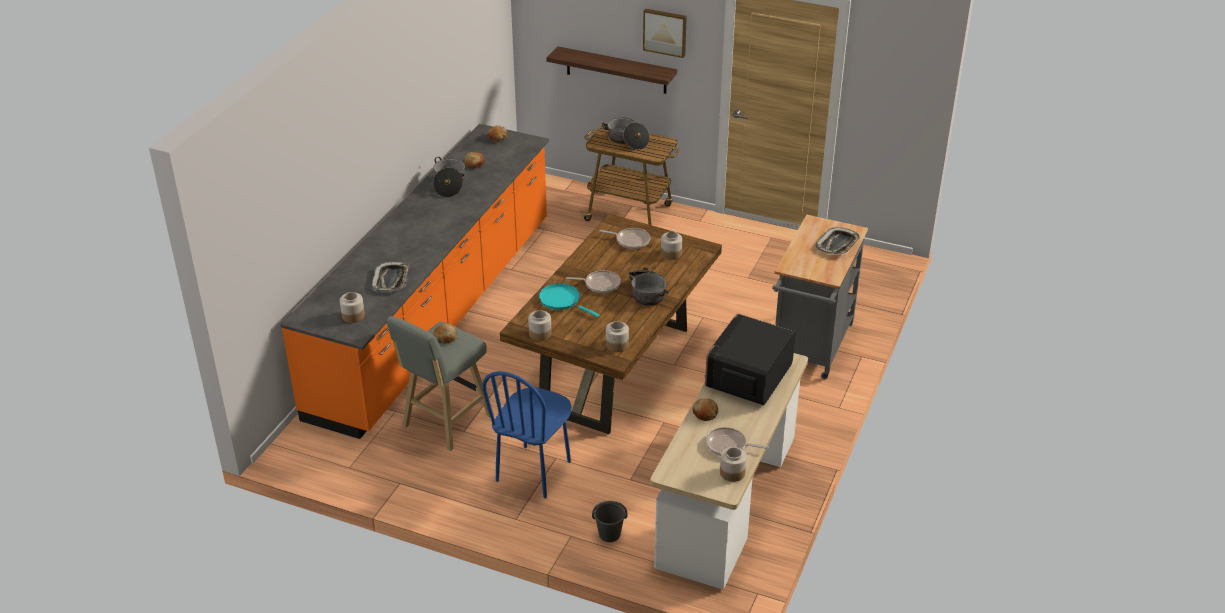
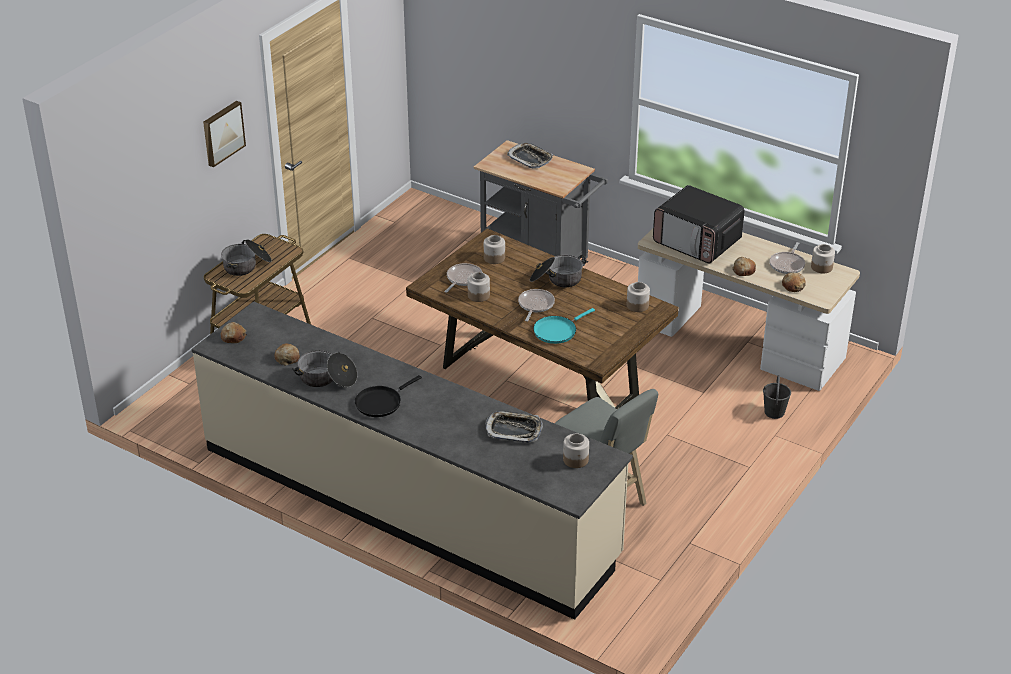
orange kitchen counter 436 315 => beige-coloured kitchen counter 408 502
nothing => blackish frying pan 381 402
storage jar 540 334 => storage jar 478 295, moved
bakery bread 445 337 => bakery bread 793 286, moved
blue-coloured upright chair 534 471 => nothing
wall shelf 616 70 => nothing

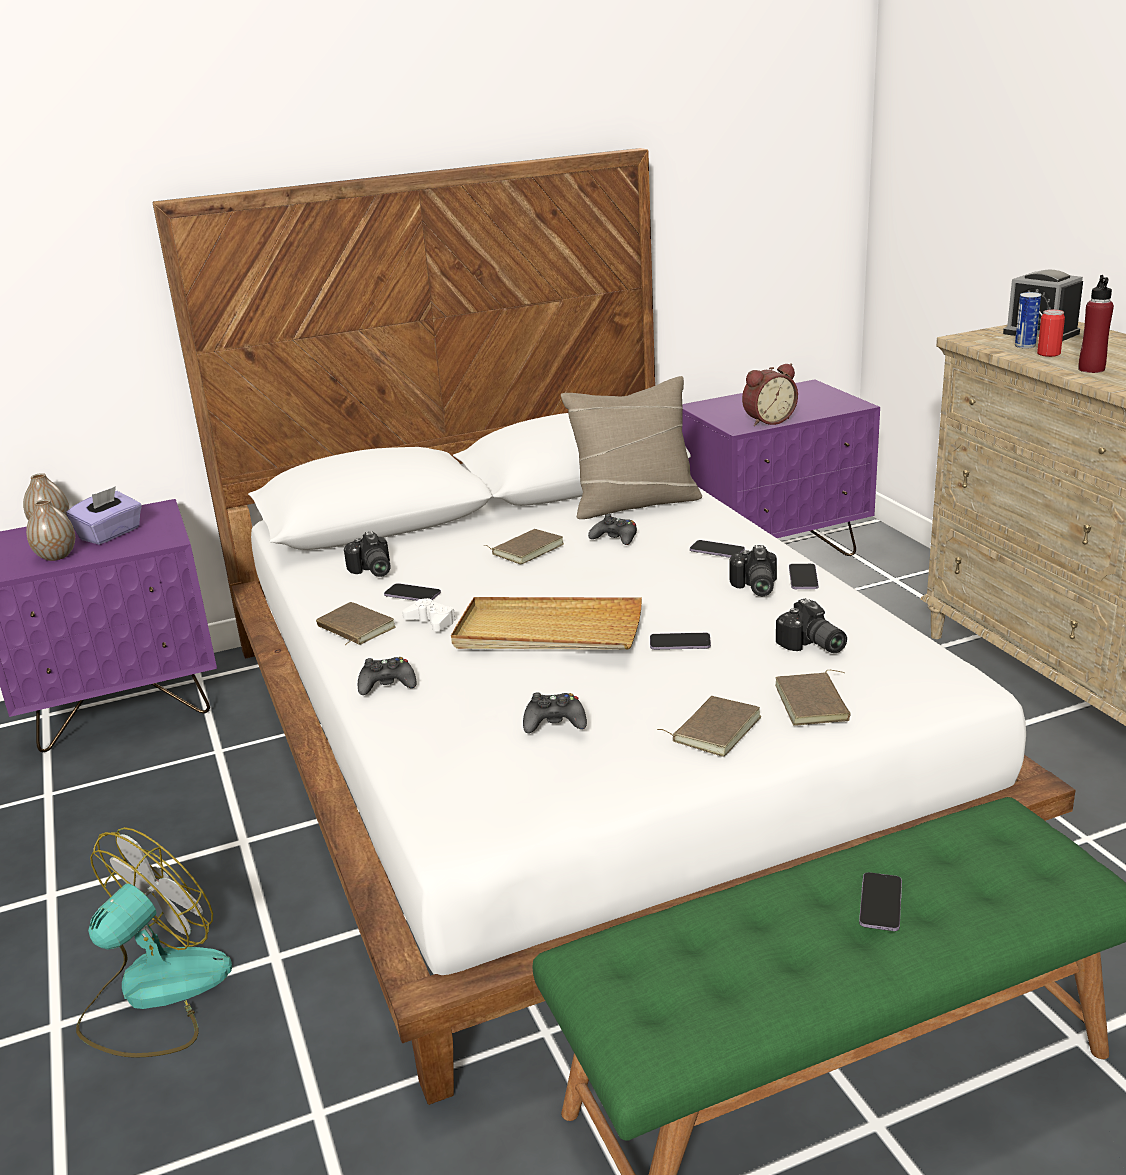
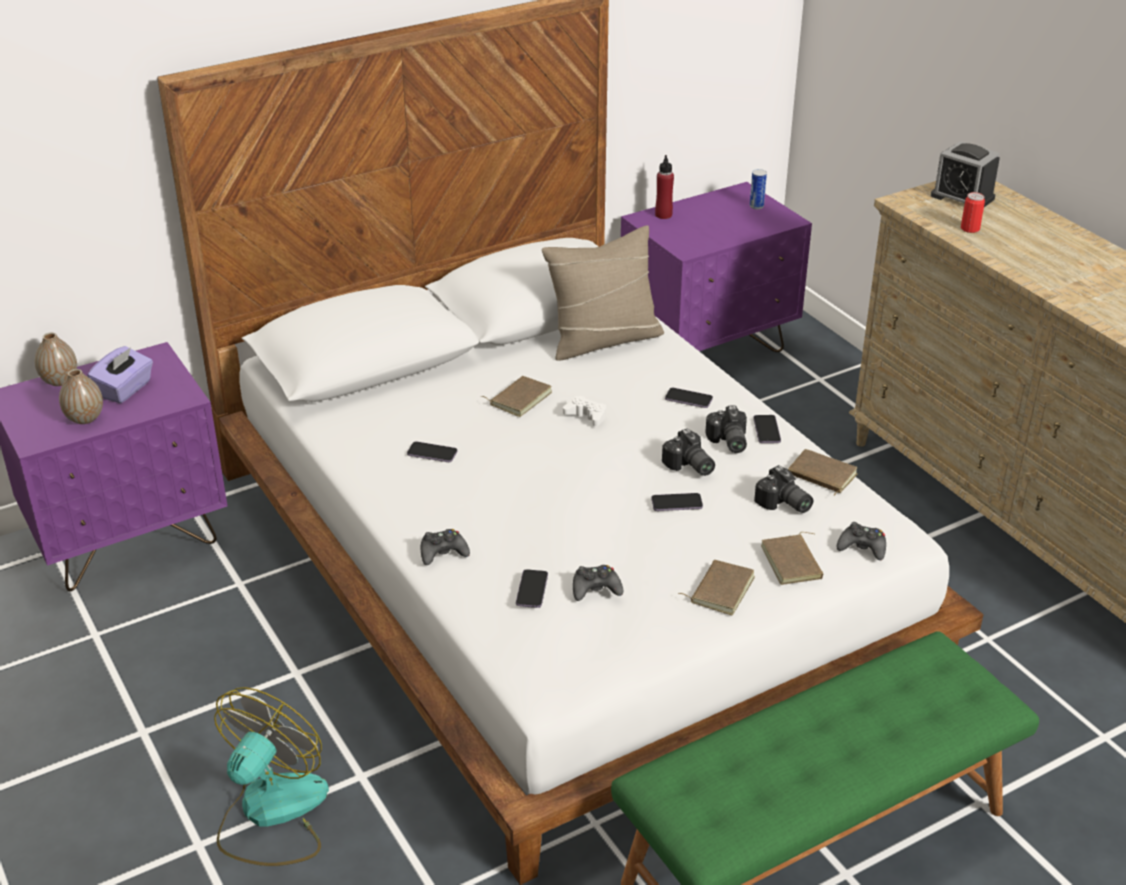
handset 880 904 => handset 532 590, moved
white-coloured joypad 431 621 => white-coloured joypad 586 415, moved
red-coloured beverage bottle 1091 369 => red-coloured beverage bottle 663 215, moved
photo camera 371 571 => photo camera 689 466, moved
metal can 1025 346 => metal can 756 206, moved
brown book 354 628 => brown book 821 475, moved
blackish joypad 615 538 => blackish joypad 862 547, moved
beige-coloured tray 547 632 => nothing
bedside clock 767 420 => nothing

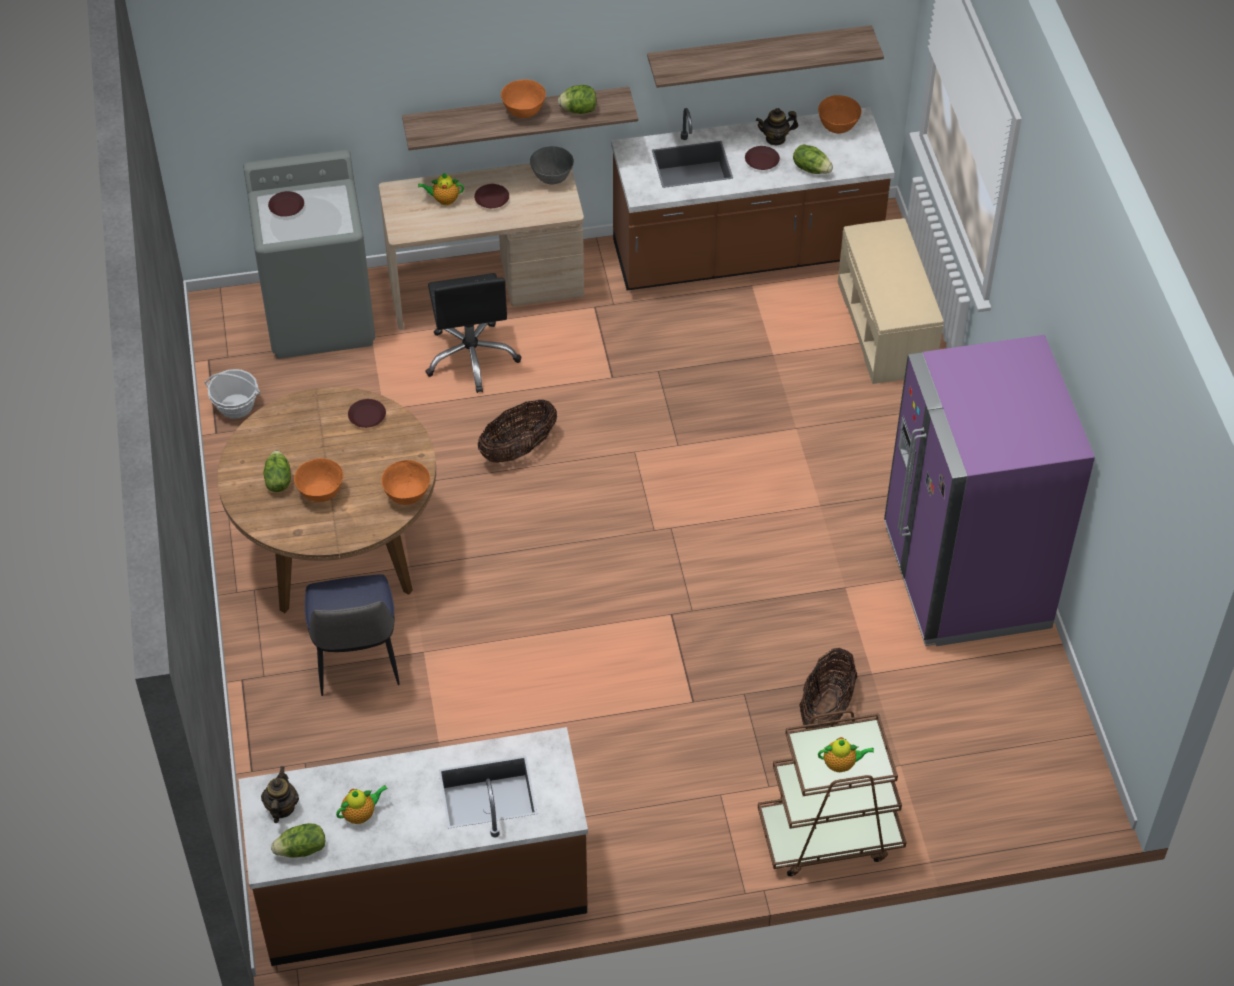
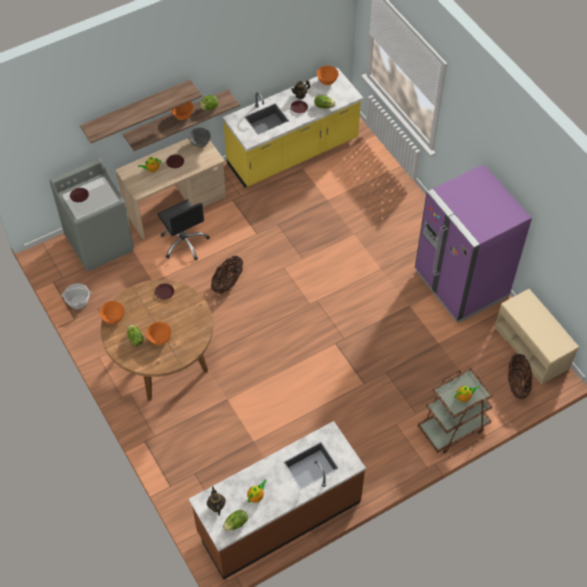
wall shelf 759 54 => wall shelf 137 109, moved
orange serving bowl 407 496 => orange serving bowl 113 318, moved
brown kitchen counter 746 254 => yellow kitchen counter 293 153
beige-coloured long seat 887 328 => beige-coloured long seat 532 348, moved
household basket 826 708 => household basket 517 384, moved
upright chair 356 661 => nothing

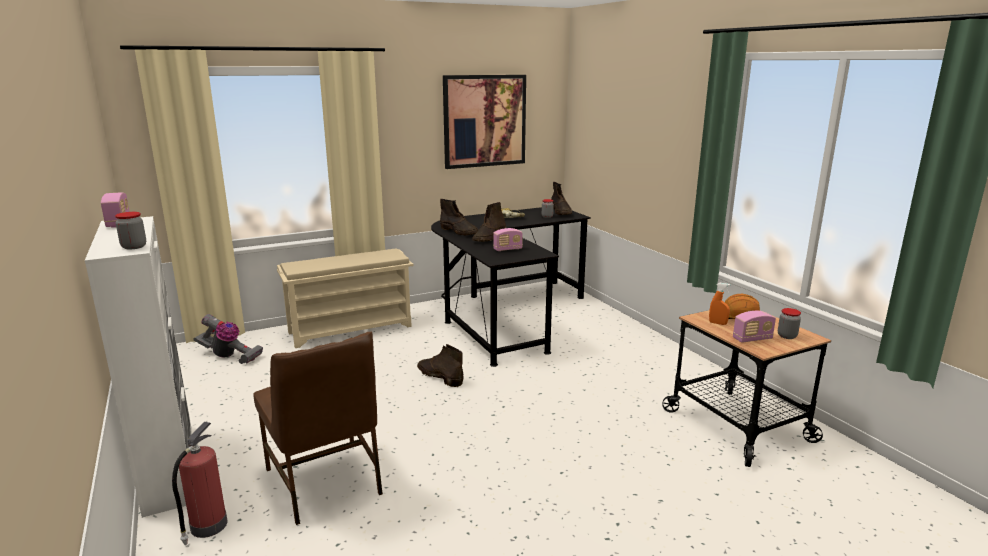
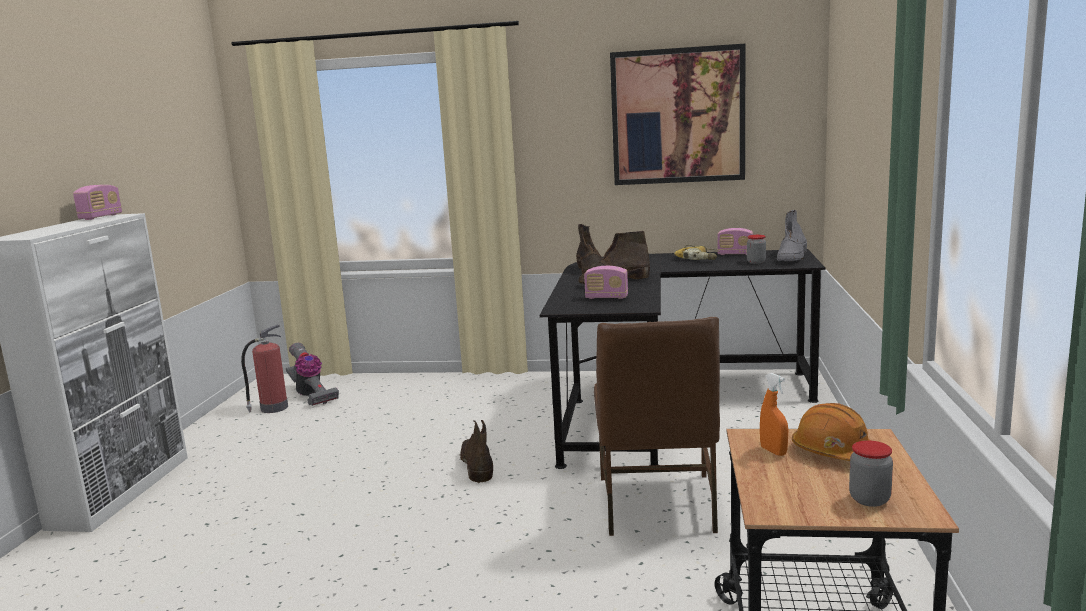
extinguisher 207 527 => extinguisher 272 408, moved
brown upright chair 325 482 => brown upright chair 657 505, moved
radio receiver 752 339 => radio receiver 735 254, moved
brown tall boot 561 212 => grey tall boot 792 257
storage jar 134 247 => nothing
beige-coloured shoe shelf 351 329 => nothing

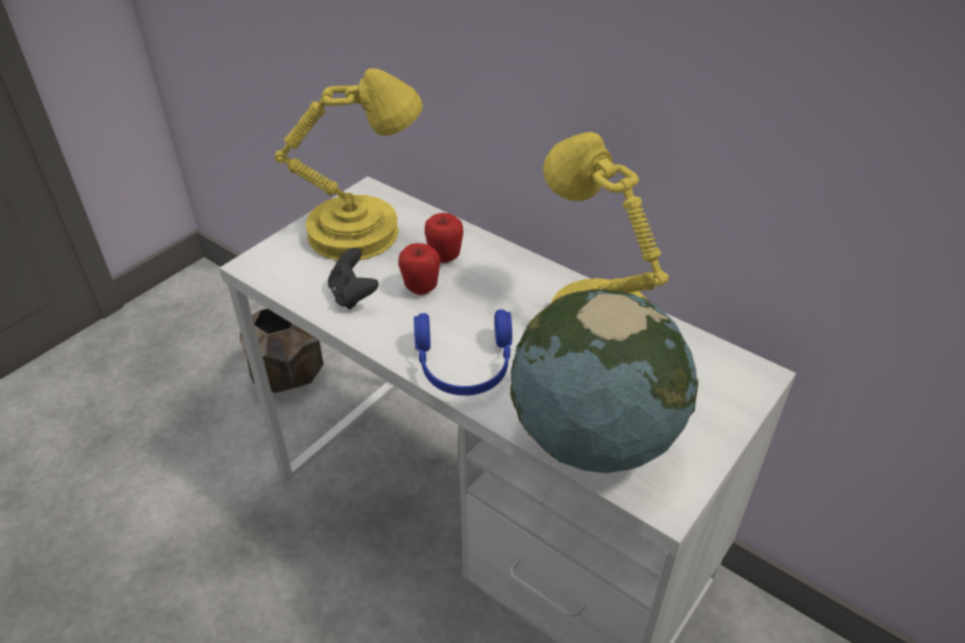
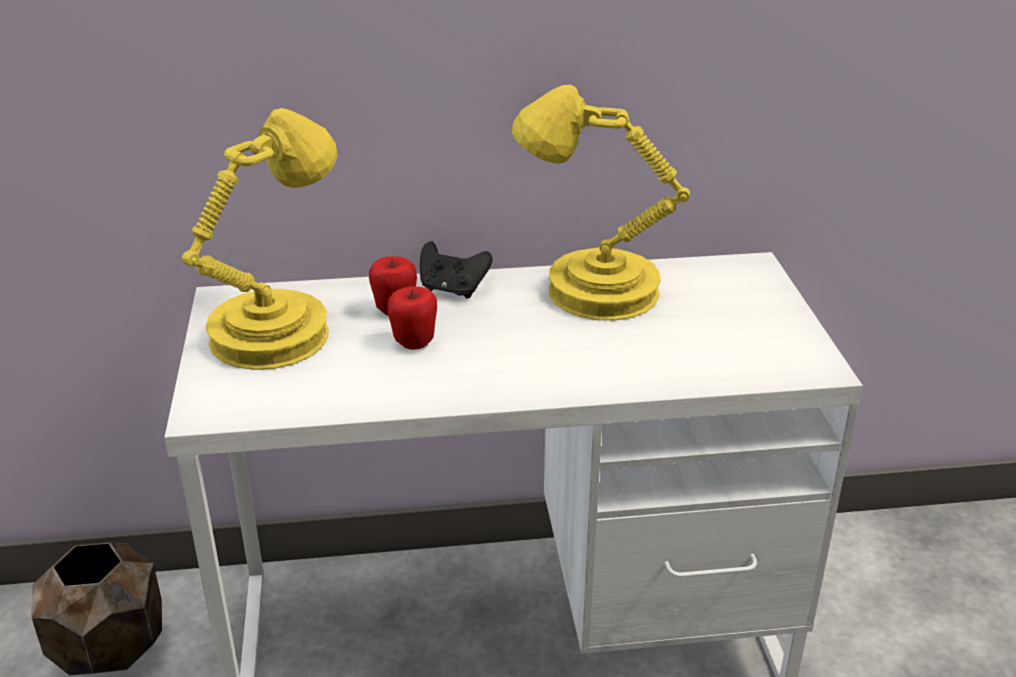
blackish joypad 353 295 => blackish joypad 452 289, moved
blue-coloured headset 464 366 => nothing
globe 593 438 => nothing

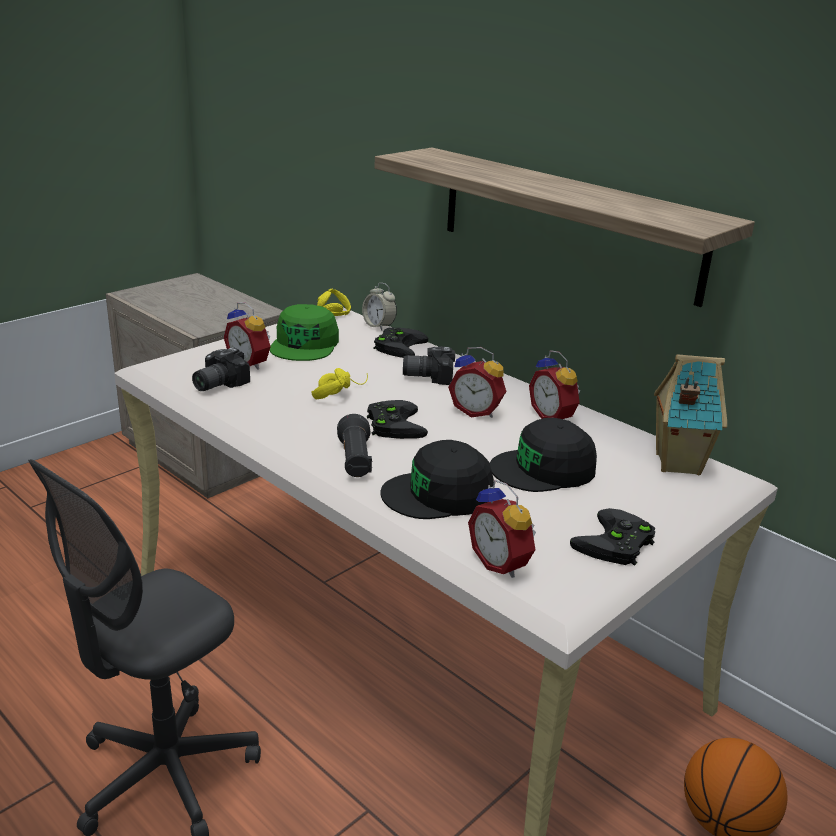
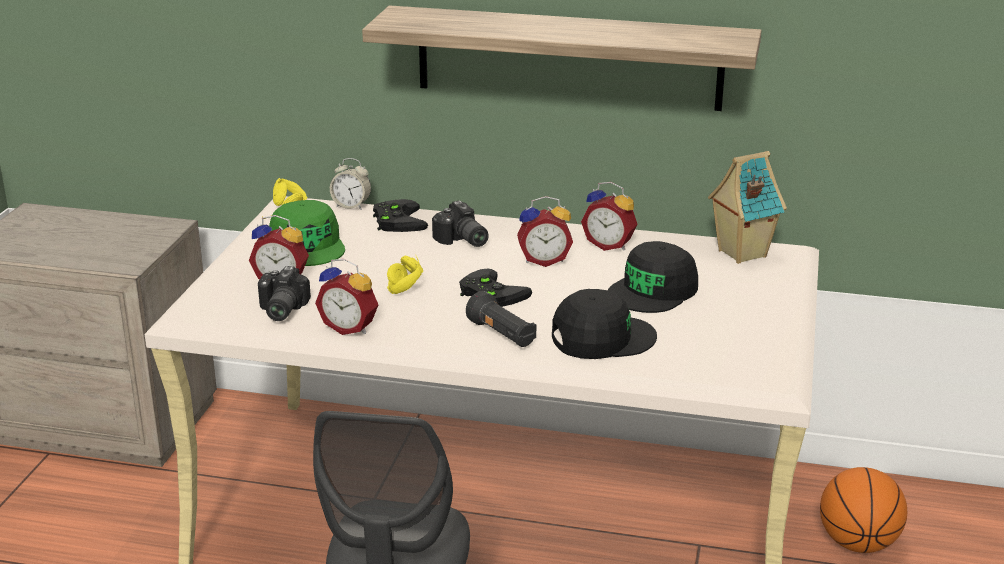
bedside clock 502 563 => bedside clock 350 327, moved
photo camera 428 376 => photo camera 461 241, 90 degrees counterclockwise
blackish cap 439 494 => blackish cap 601 338, 150 degrees counterclockwise
blackish joypad 615 545 => nothing

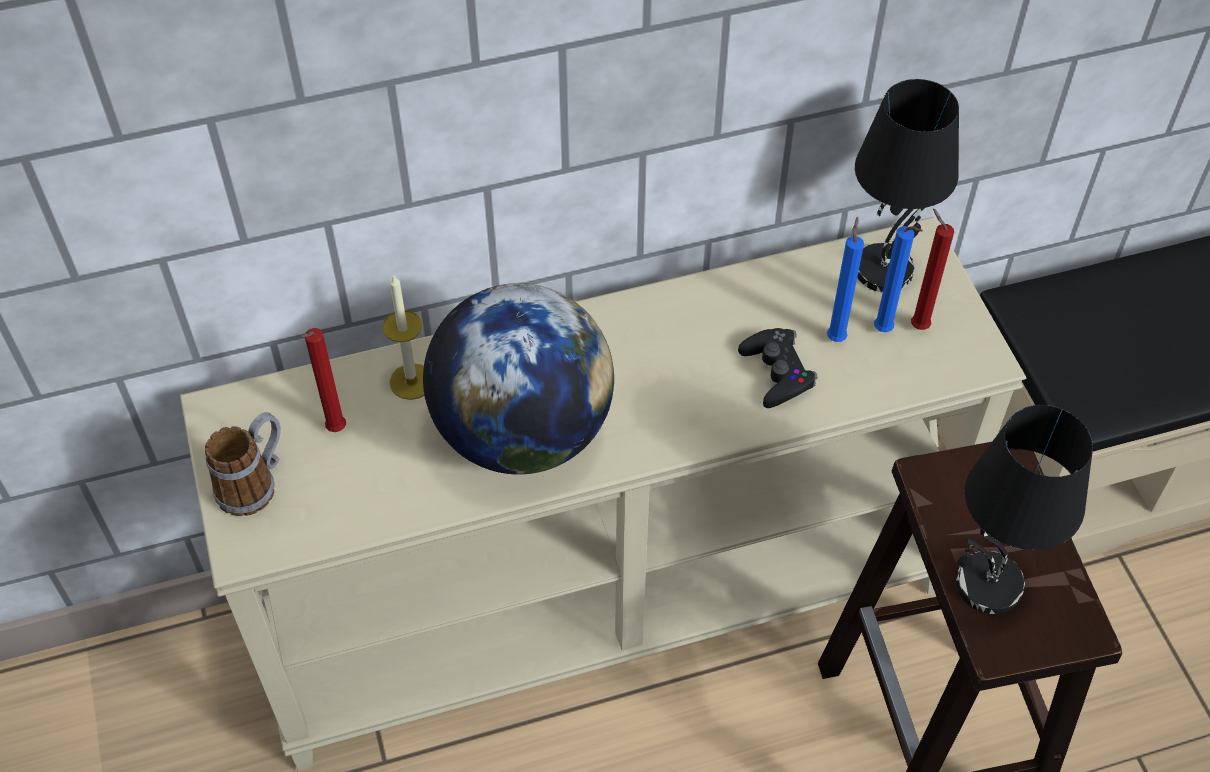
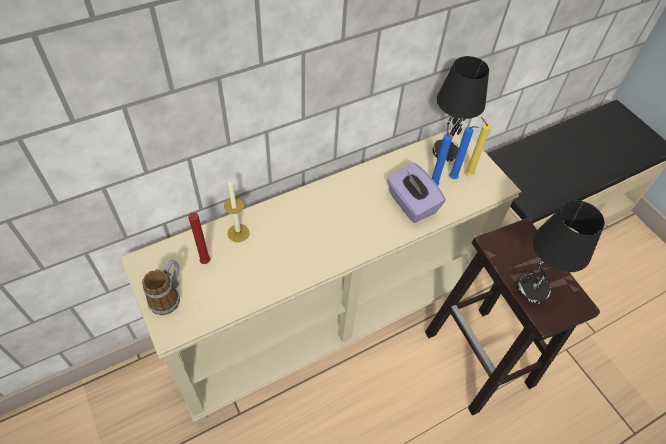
blackish joypad 777 372 => purplish box of tissues 411 204
red-coloured candle 916 325 => yellow candle 467 174
globe 523 432 => nothing

